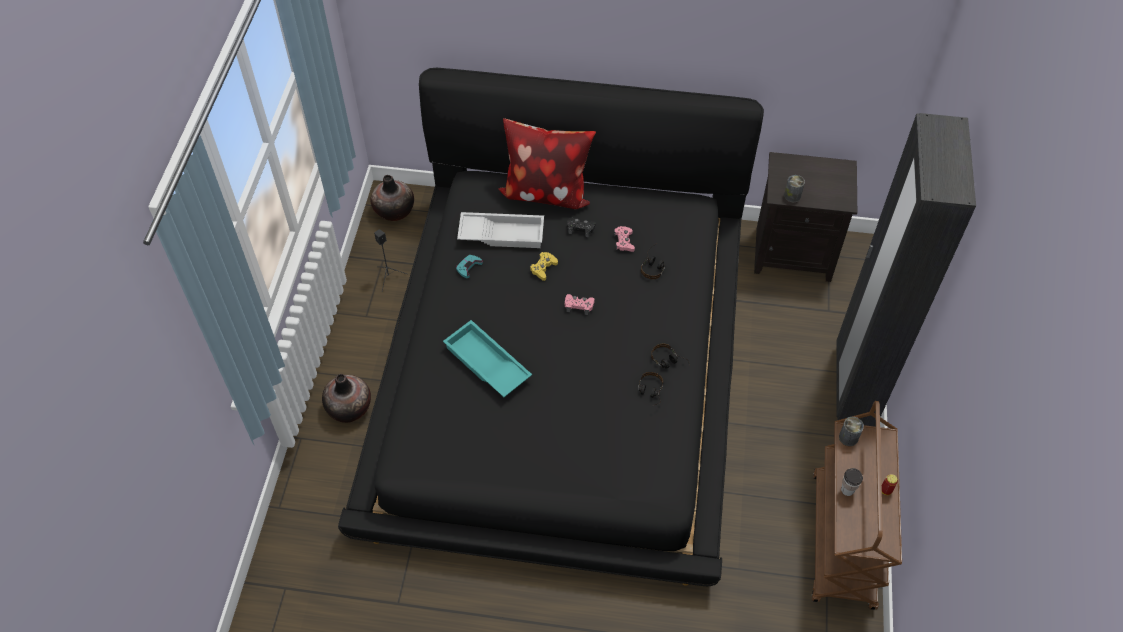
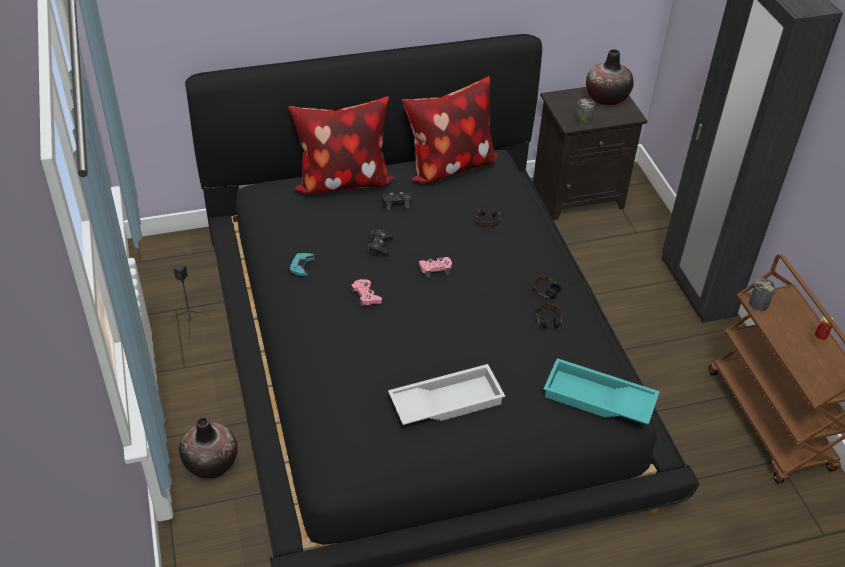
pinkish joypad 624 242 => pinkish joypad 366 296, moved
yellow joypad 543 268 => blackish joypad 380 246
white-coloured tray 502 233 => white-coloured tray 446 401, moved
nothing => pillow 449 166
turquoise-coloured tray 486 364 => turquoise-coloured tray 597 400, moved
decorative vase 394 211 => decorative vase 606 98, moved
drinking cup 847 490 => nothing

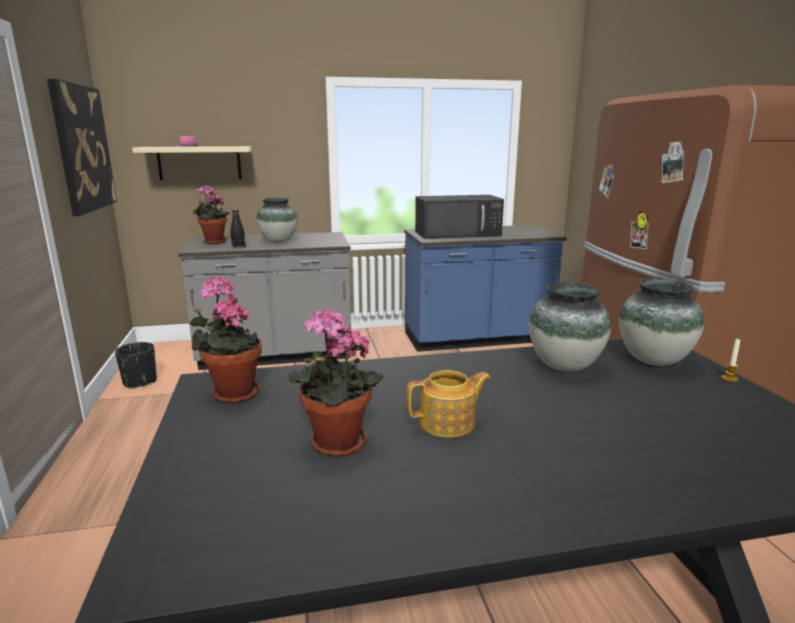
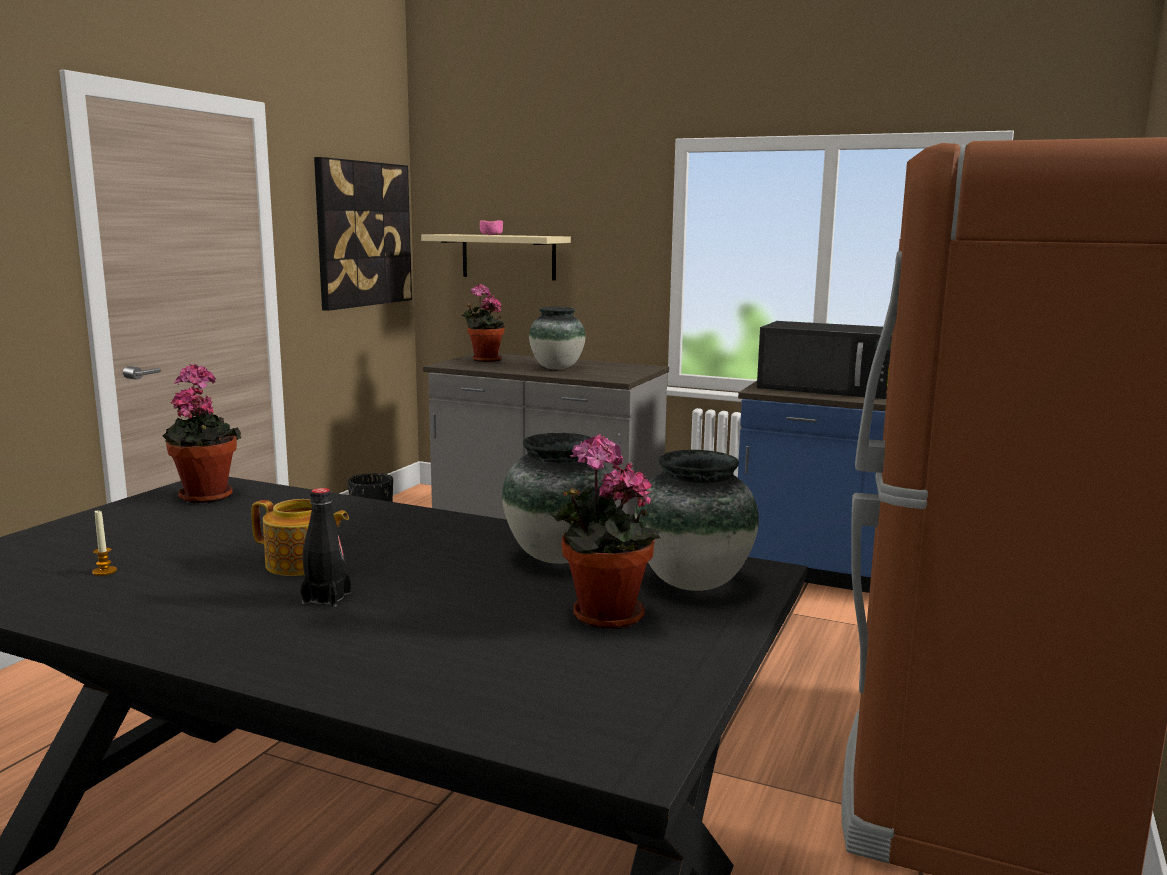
candle 729 378 => candle 104 571, moved
blackish beverage bottle 238 246 => blackish beverage bottle 326 598, moved
plant in a pot 335 445 => plant in a pot 601 616, moved

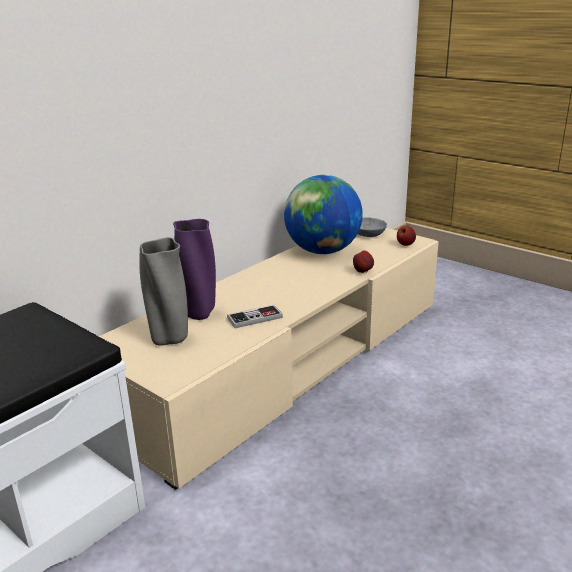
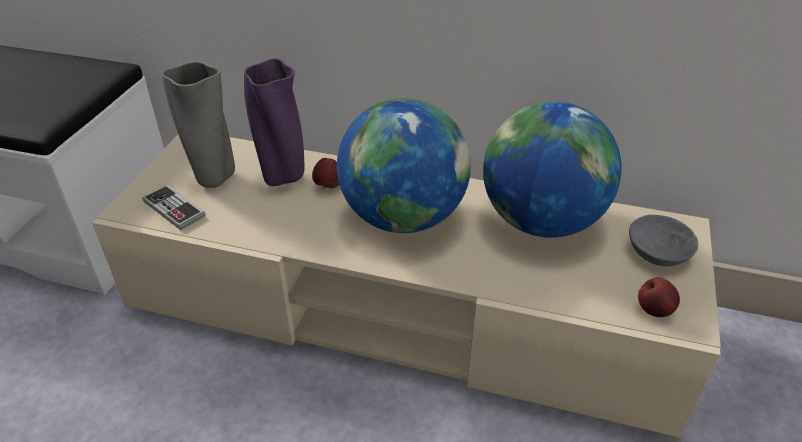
joypad 255 318 => joypad 174 209, moved
whole apple 363 272 => whole apple 328 186, moved
nothing => globe 403 217

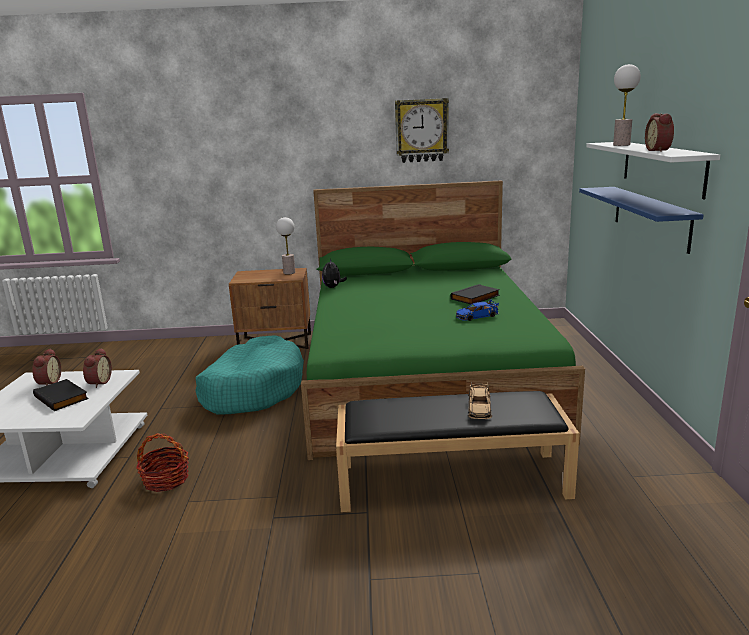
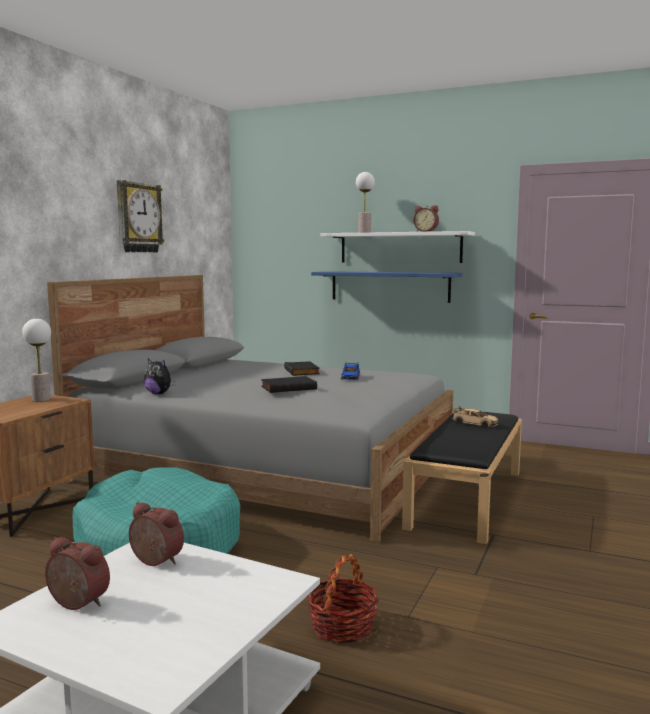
green bed 425 375 => grey bed 267 468
blackish book 62 397 => blackish book 288 387, moved

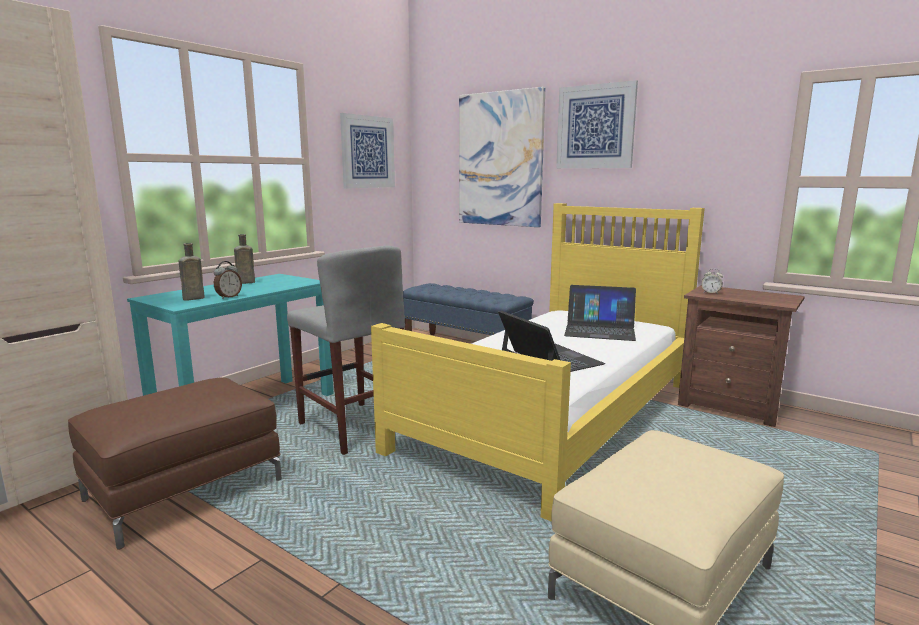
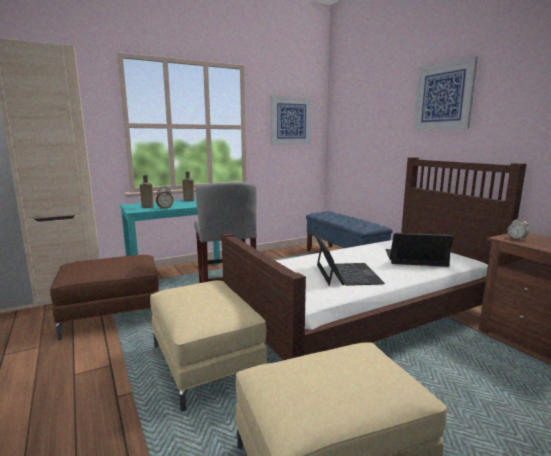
nothing => beige-coloured pouffe 206 363
yellow bed 553 414 => brown bed 365 316
laptop 600 330 => laptop 415 258, 150 degrees clockwise
picture 500 159 => nothing

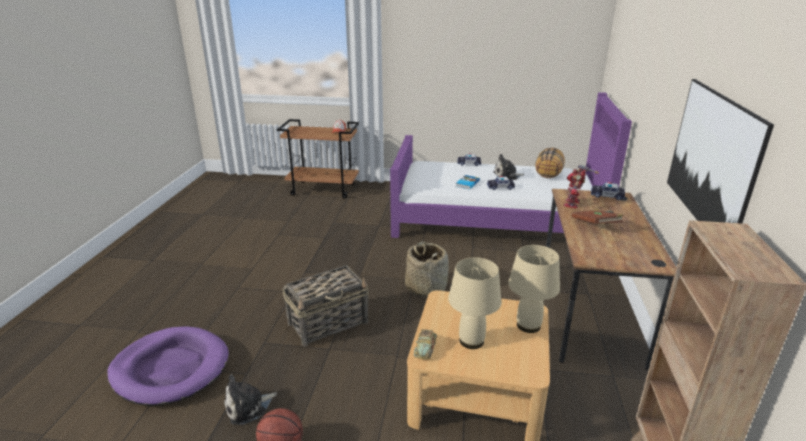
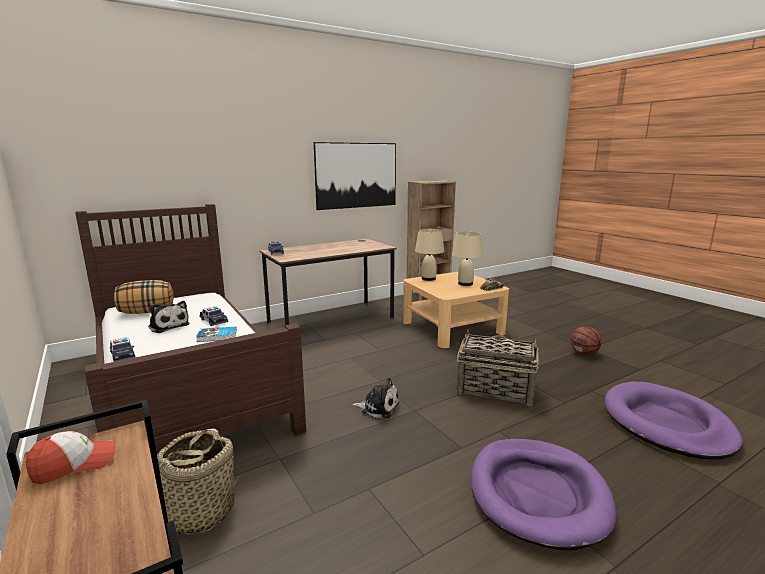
purplish bed 495 220 => brown bed 187 385
household basket 426 288 => household basket 199 511, moved
plush toy 248 407 => plush toy 378 407, moved
nothing => purplish pet bed 538 494
robot figure 573 204 => nothing
brown book 595 225 => nothing

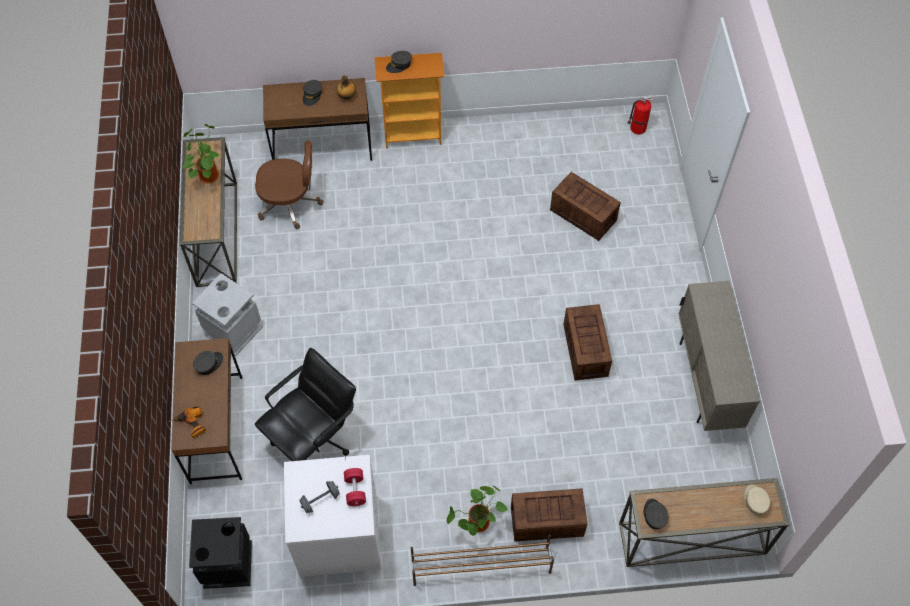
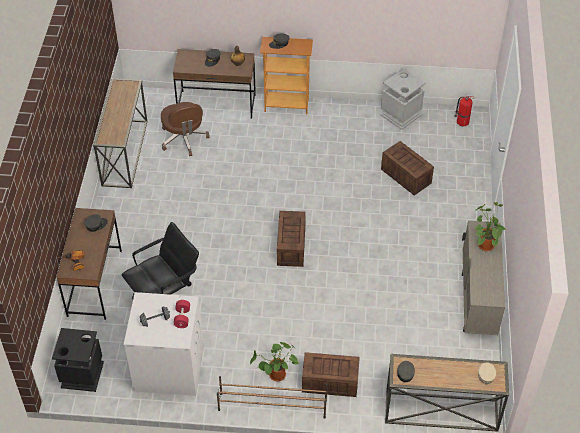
brown office chair 290 203 => brown office chair 184 139, 60 degrees clockwise
crate 585 351 => crate 291 247, moved
grey trash can 233 330 => grey trash can 400 115, moved
plant in a pot 207 175 => plant in a pot 484 244, moved

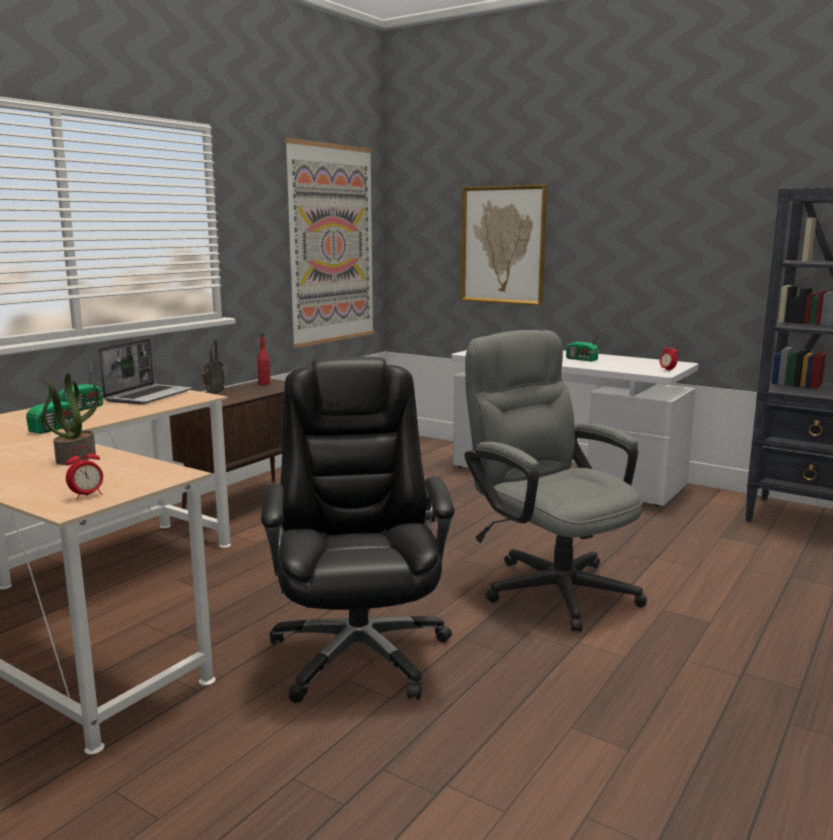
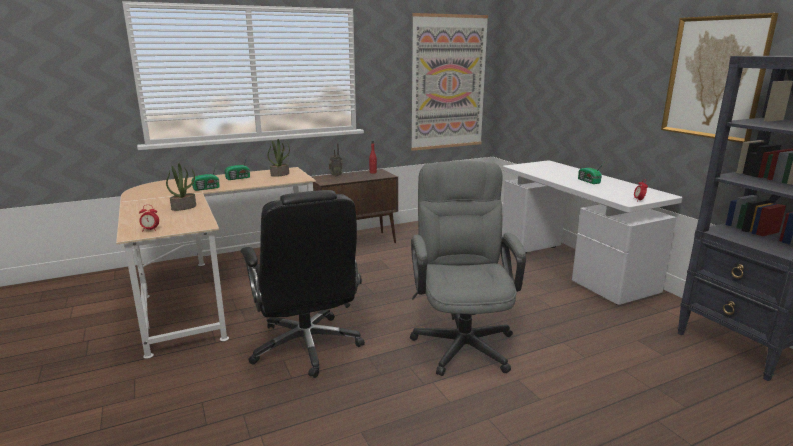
blackish office chair 359 652 => blackish office chair 307 347, 135 degrees clockwise
laptop 149 396 => plant in a pot 280 174
picture 503 245 => picture 715 77, moved

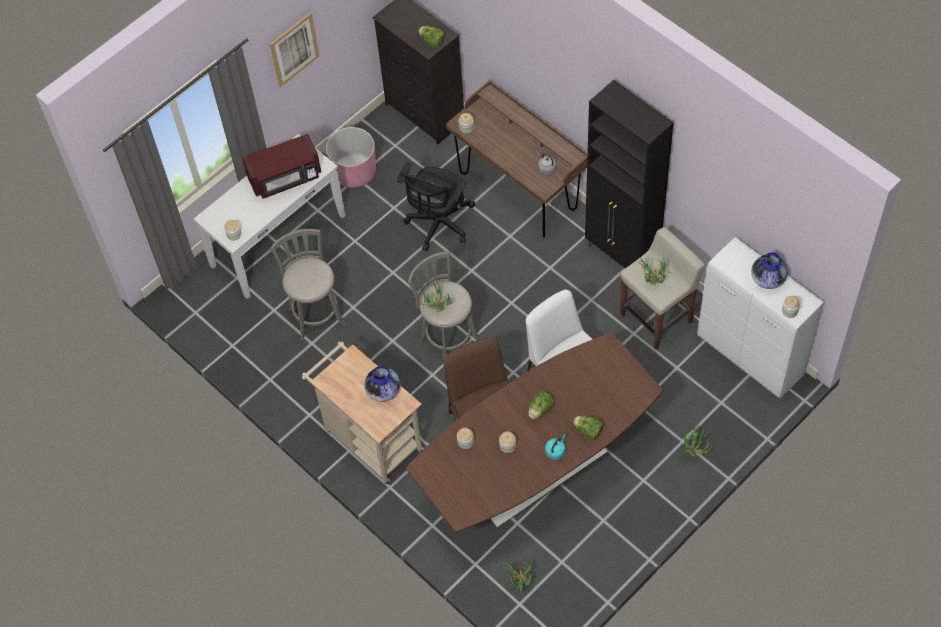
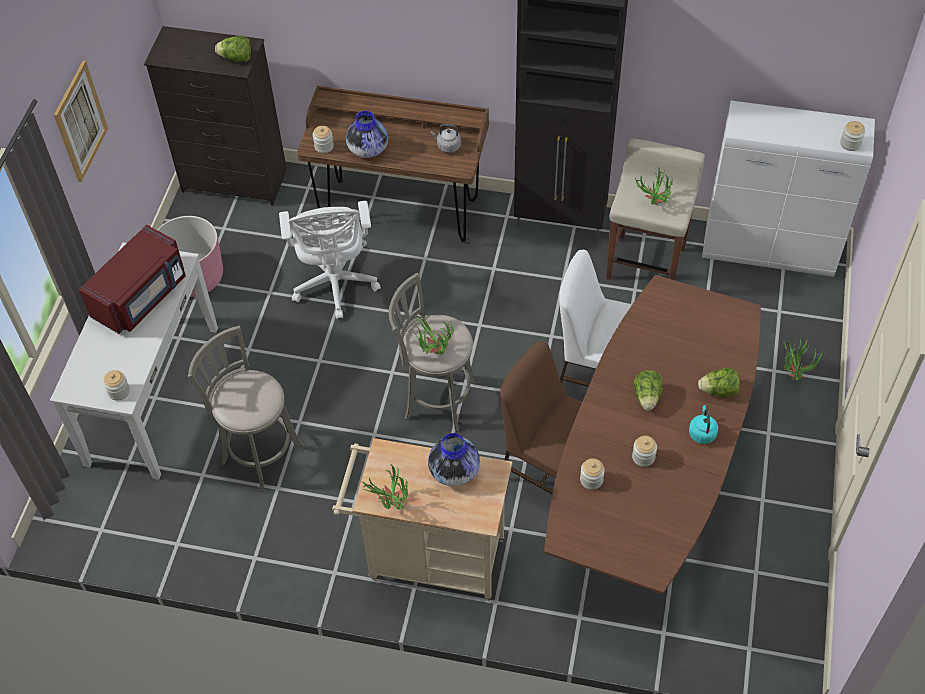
blackish office chair 438 225 => white-coloured office chair 335 285
decorative vase 767 279 => decorative vase 368 149, moved
plant in a pot 519 584 => plant in a pot 391 506, moved

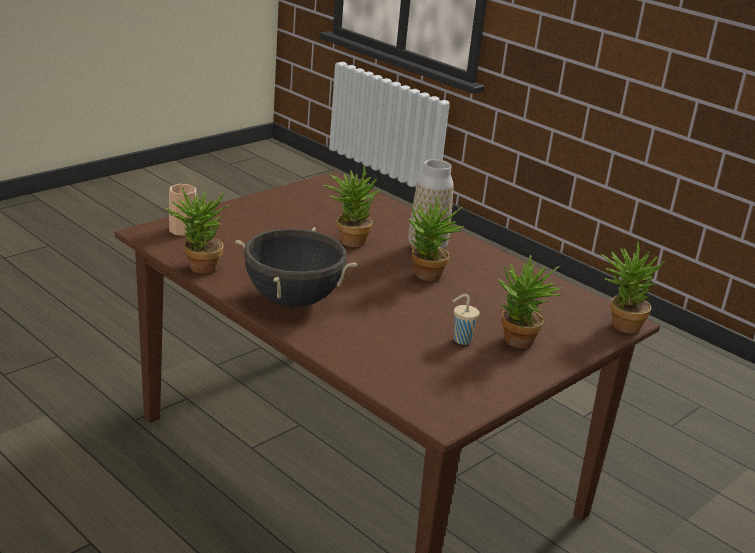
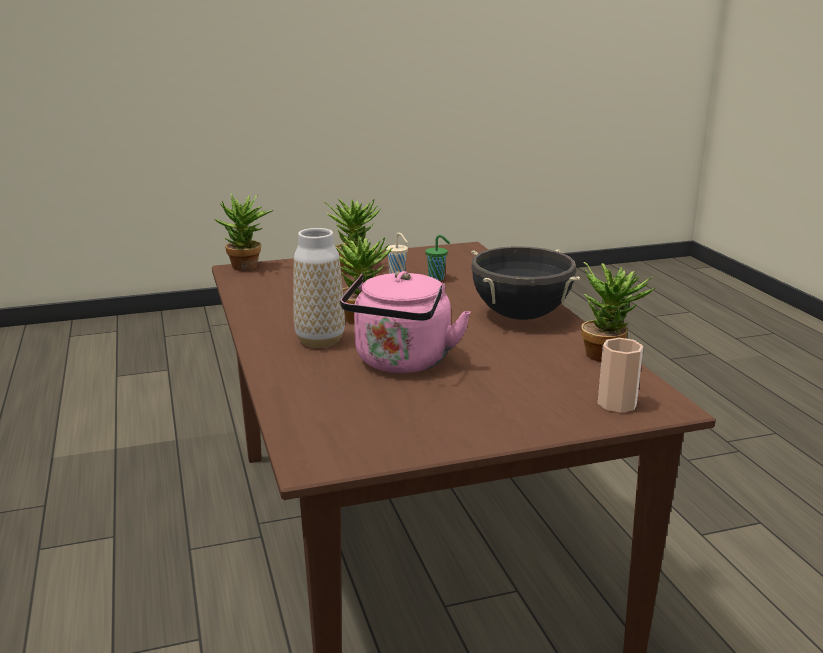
plant in a pot 348 240 => pinkish water kettle 401 363
nothing => green drinking cup 437 278

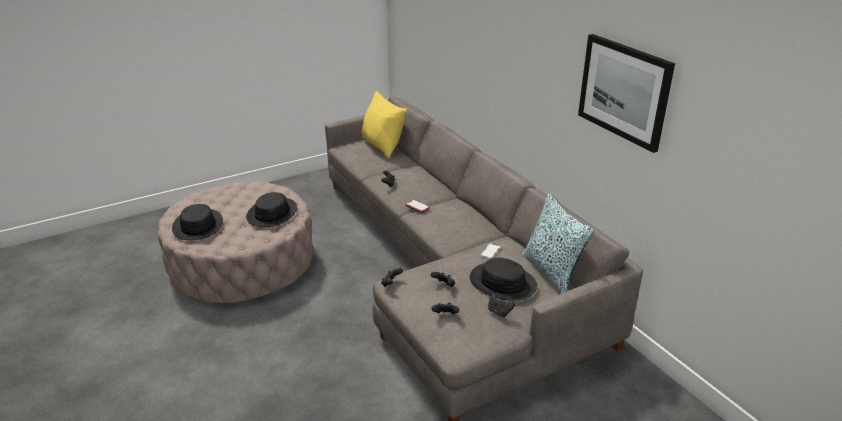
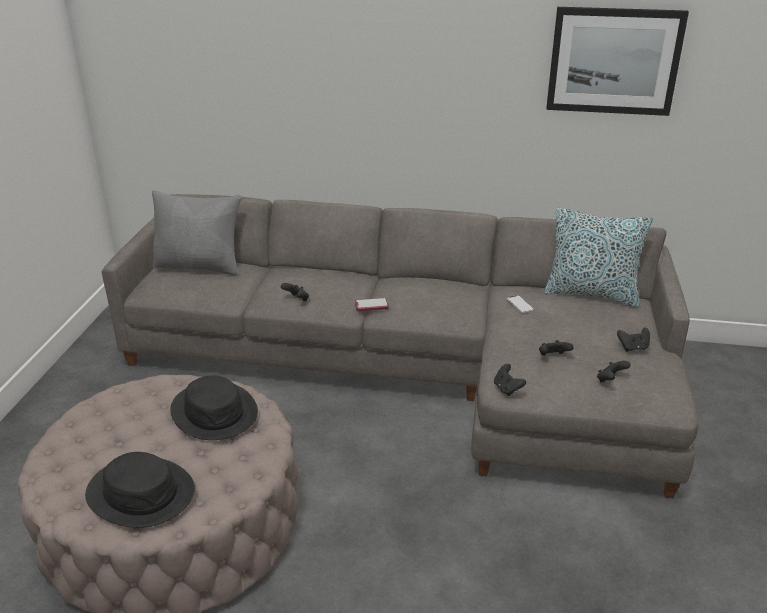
yellow pillow 382 146 => grey pillow 200 266
blackish hat 502 283 => nothing

